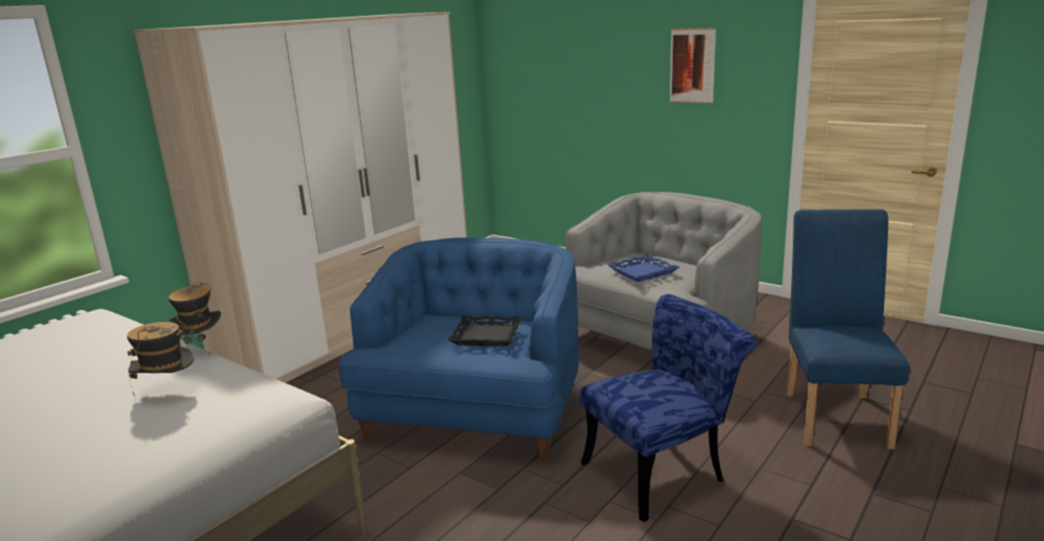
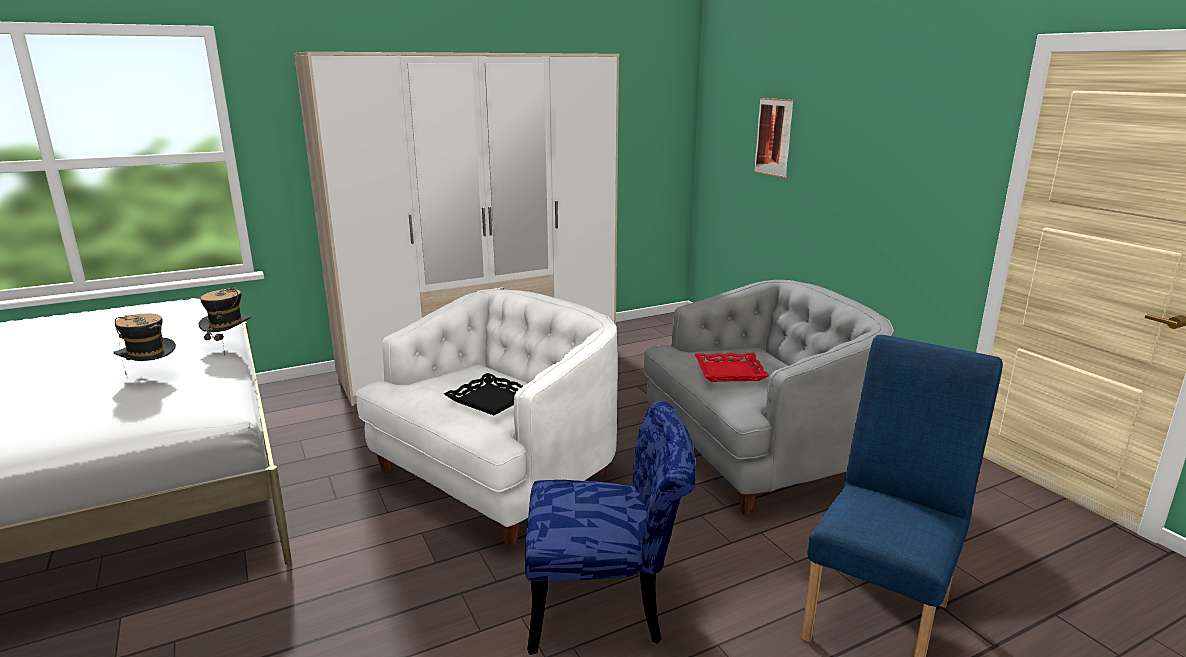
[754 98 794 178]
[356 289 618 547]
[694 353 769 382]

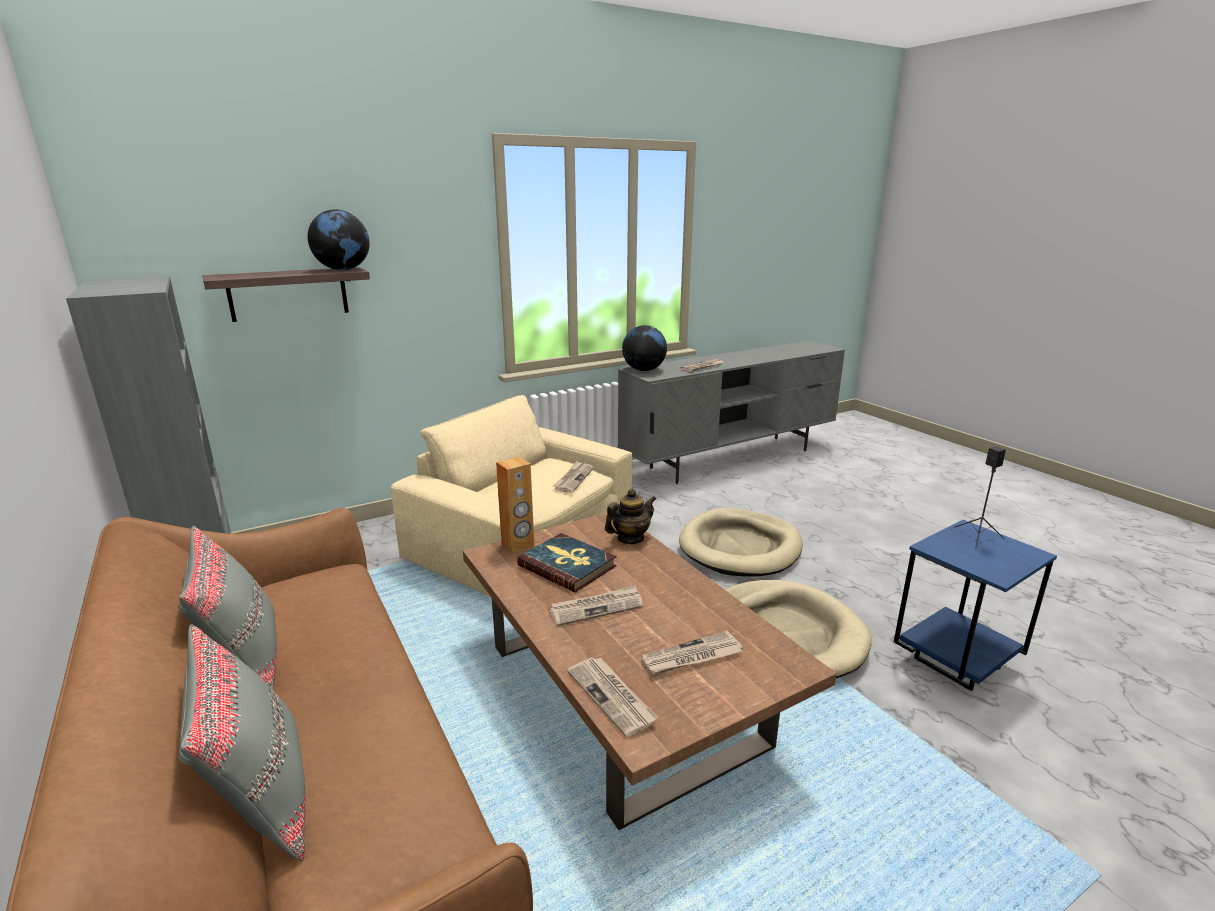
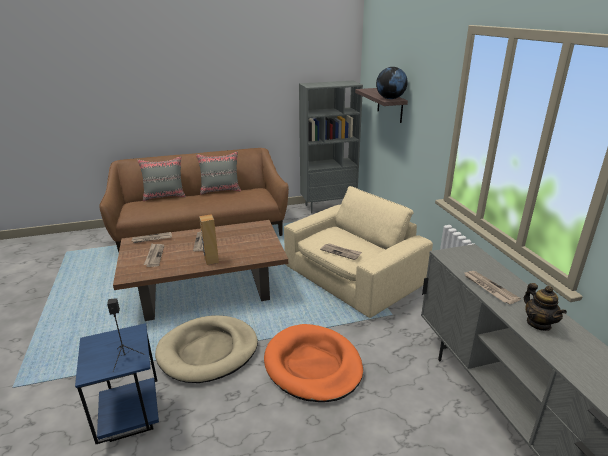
[517 533 617 592] (first image)
[622 325 667 371] (first image)
[199 214 219 265]
[524 283 567 331]
[264 324 363 402]

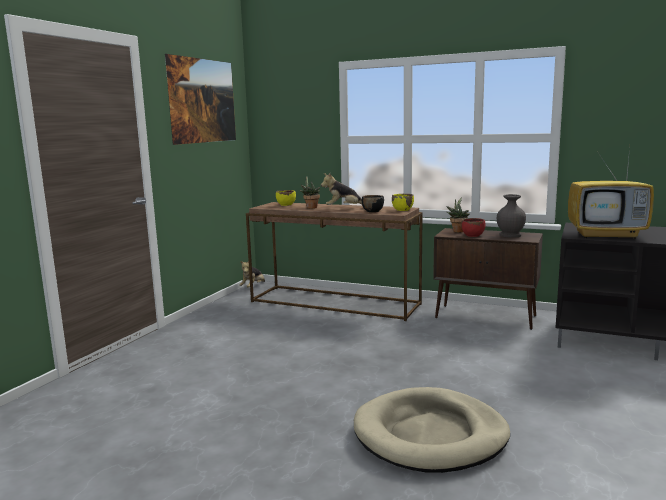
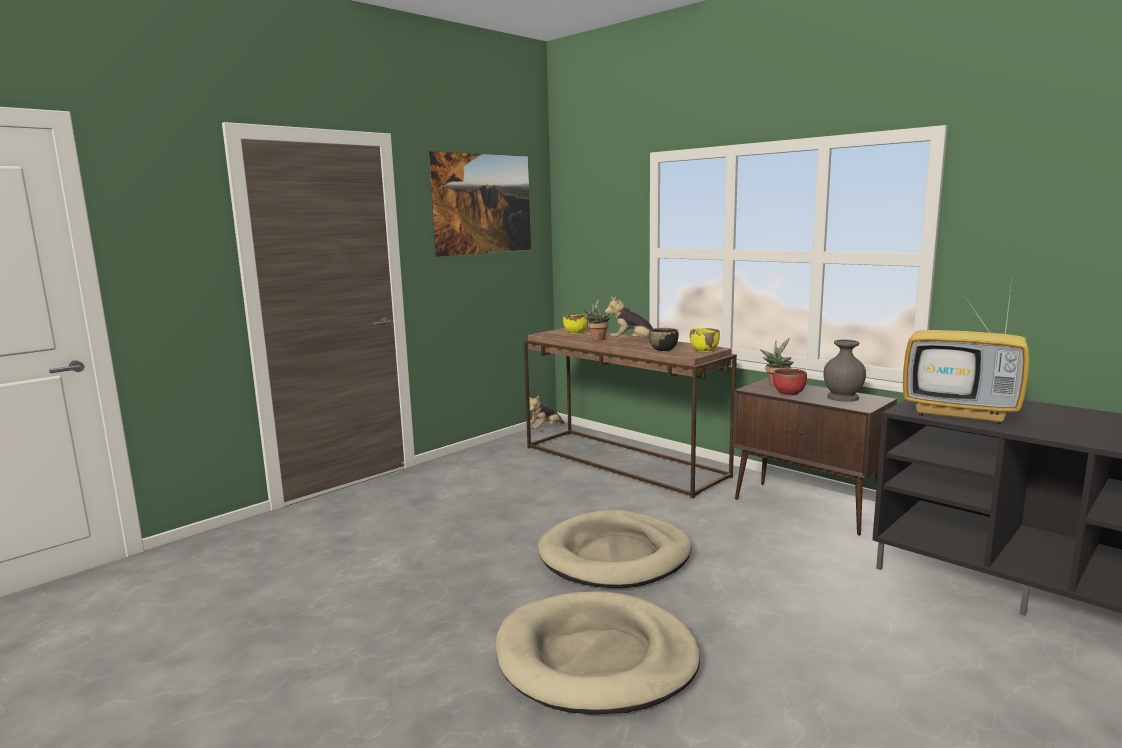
[538 510 692 588]

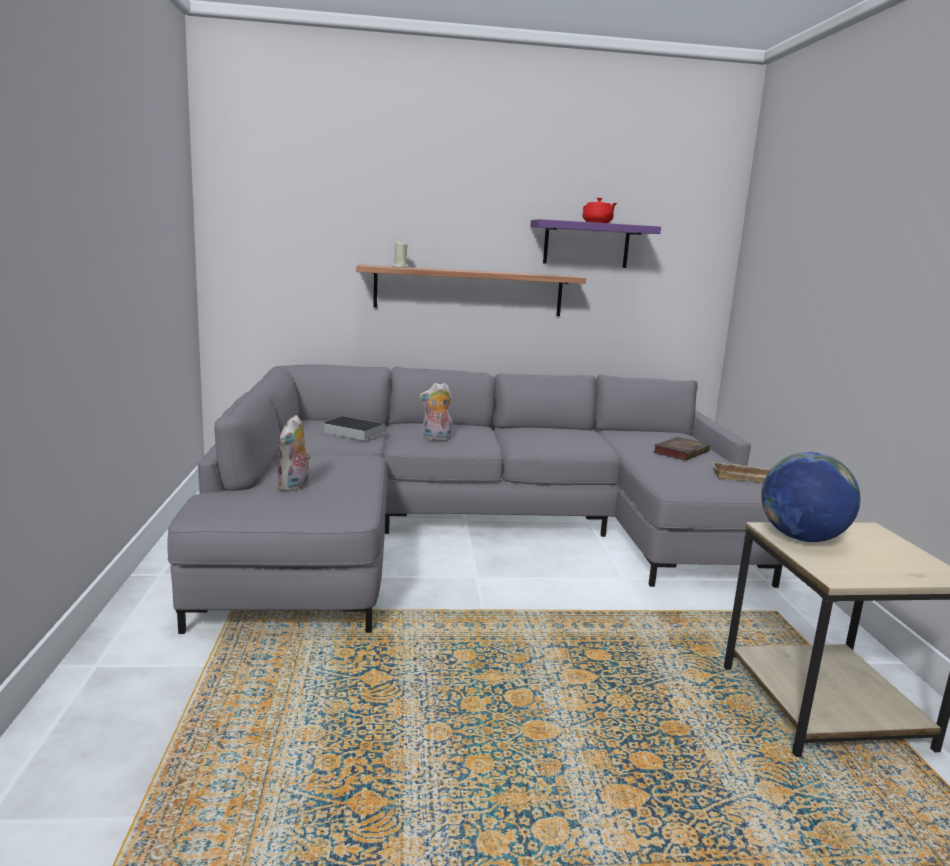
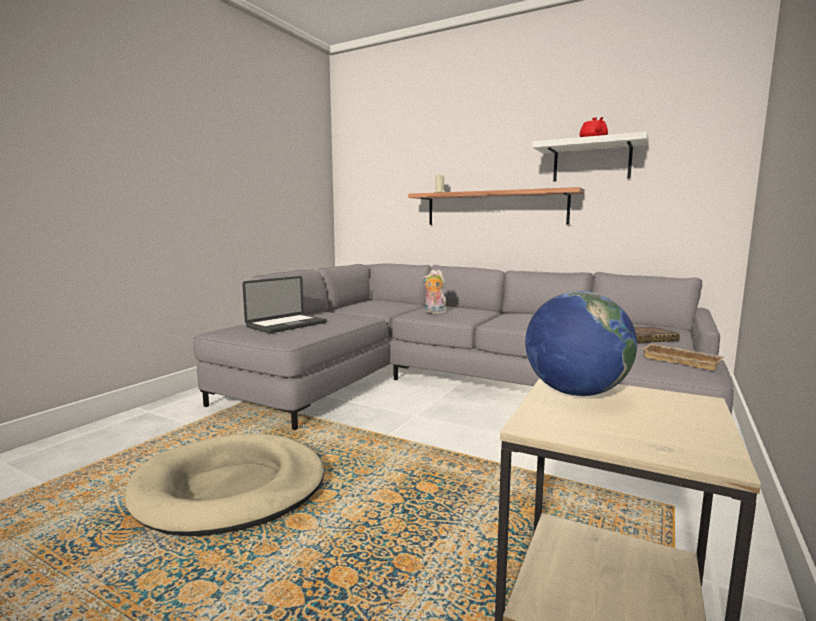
[323 416 385 440] (first image)
[125 433 324 536]
[242 276 327 333]
[532 131 649 182]

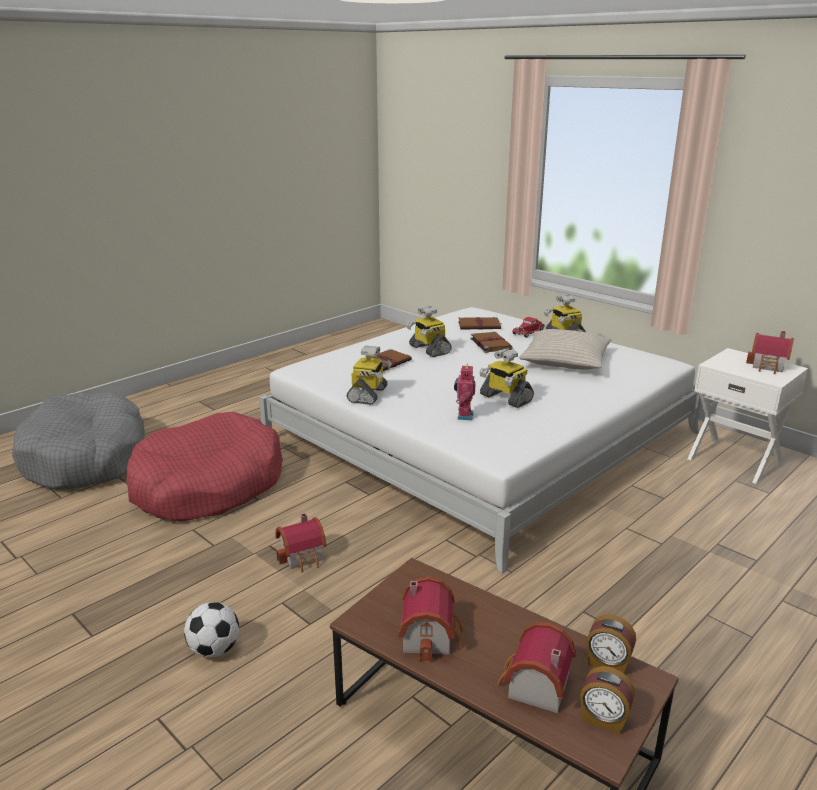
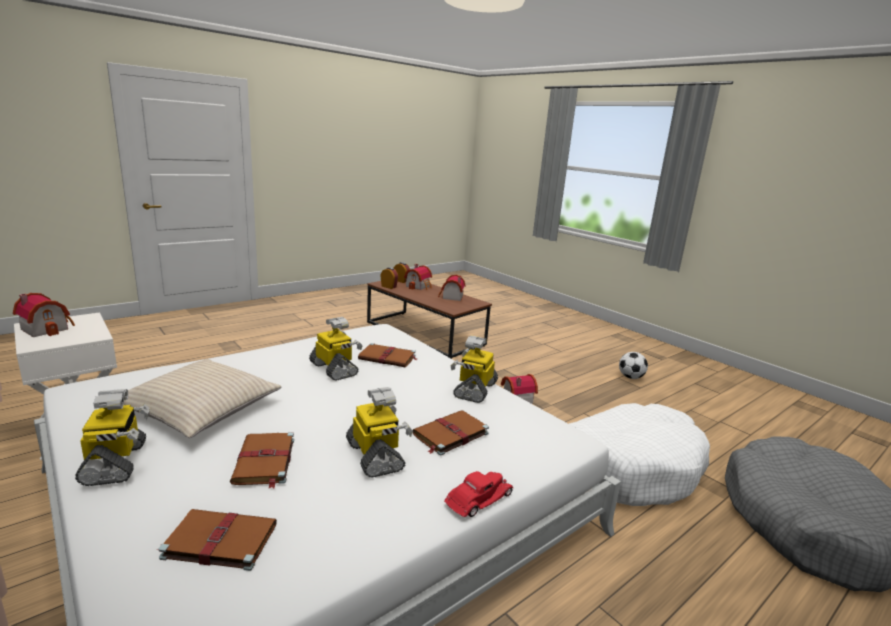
[619 352 648 379]
[444 471 514 517]
[358 343 417 367]
[569 403 710 506]

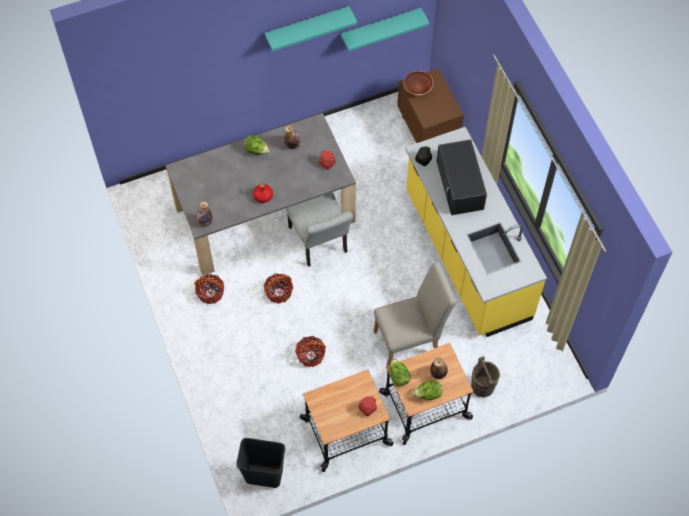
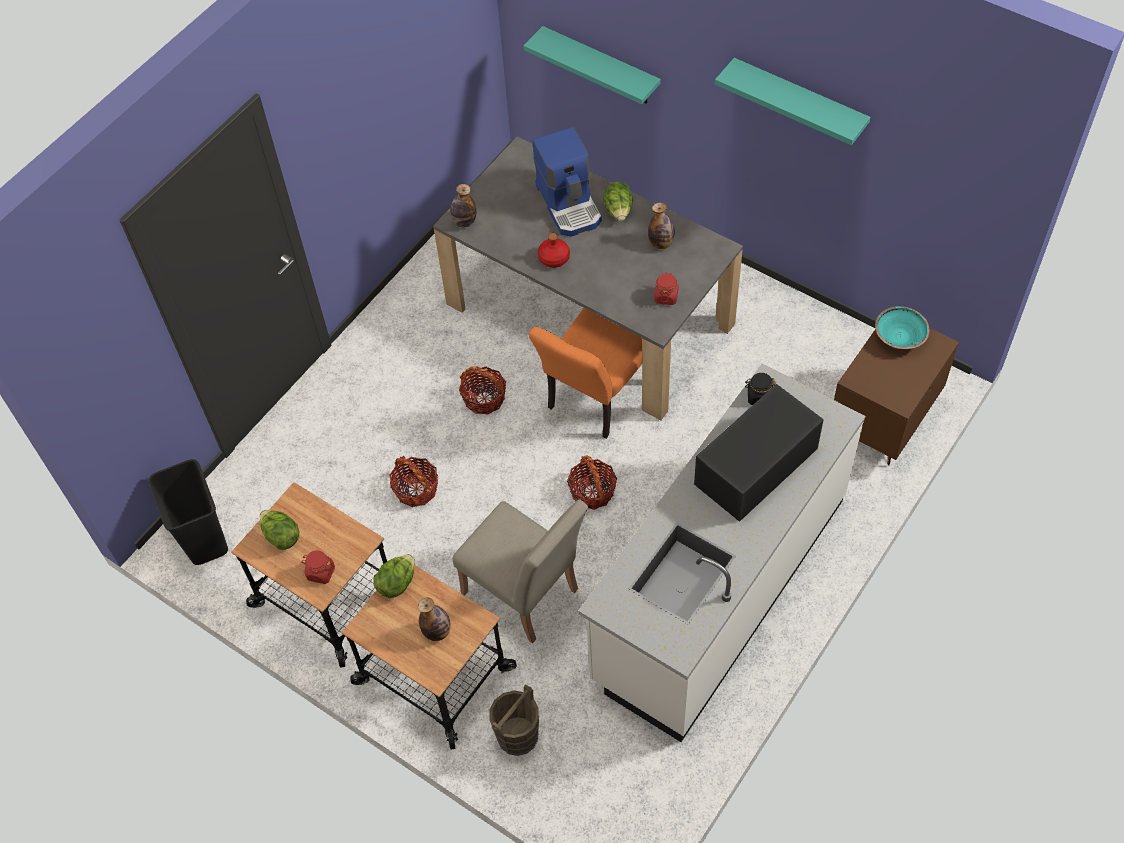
[533 127 602 237]
[567 456 617 510]
[523 26 661 104]
[260 510 299 550]
[528 308 643 439]
[875 306 929 349]
[578 363 865 742]

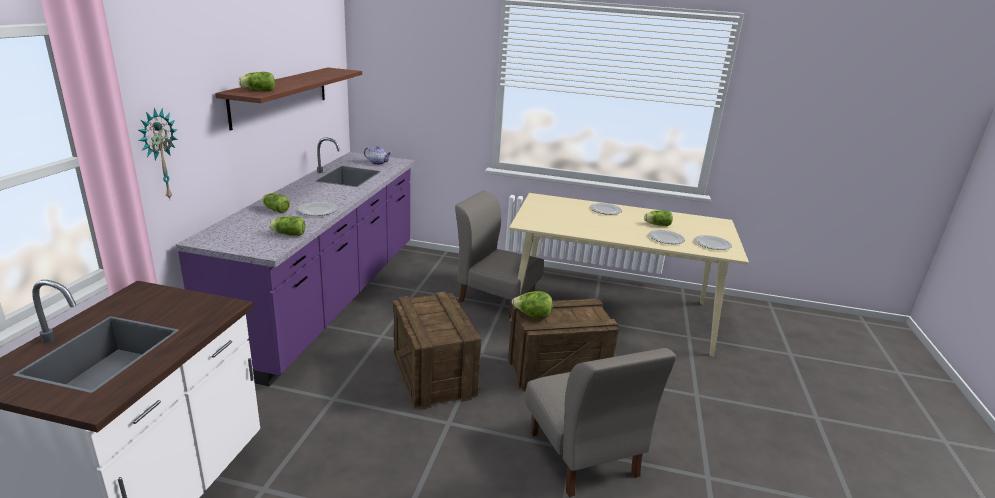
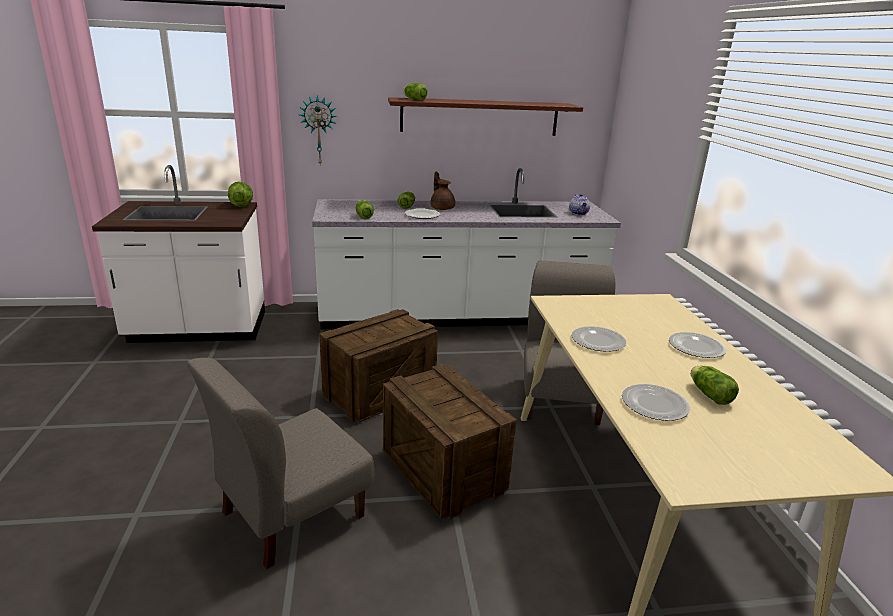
[430 171 455 210]
[228 182 253 207]
[571 326 626 352]
[312 168 621 329]

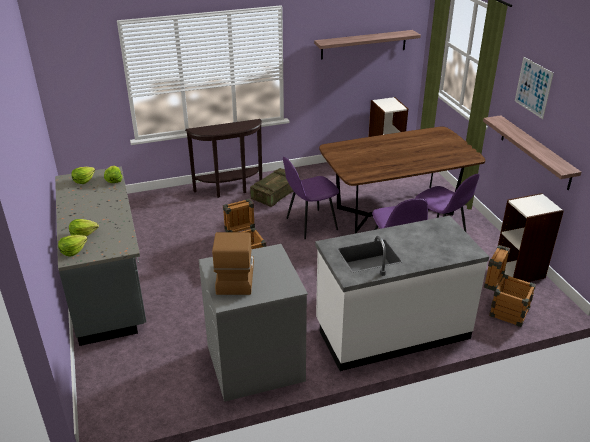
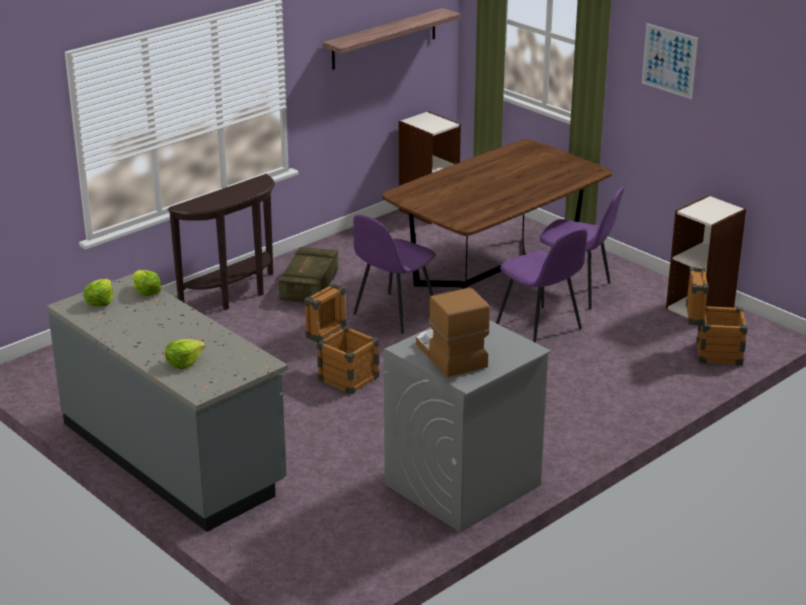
[58 235 88 257] (first image)
[315 216 489 371] (first image)
[483 115 581 190] (first image)

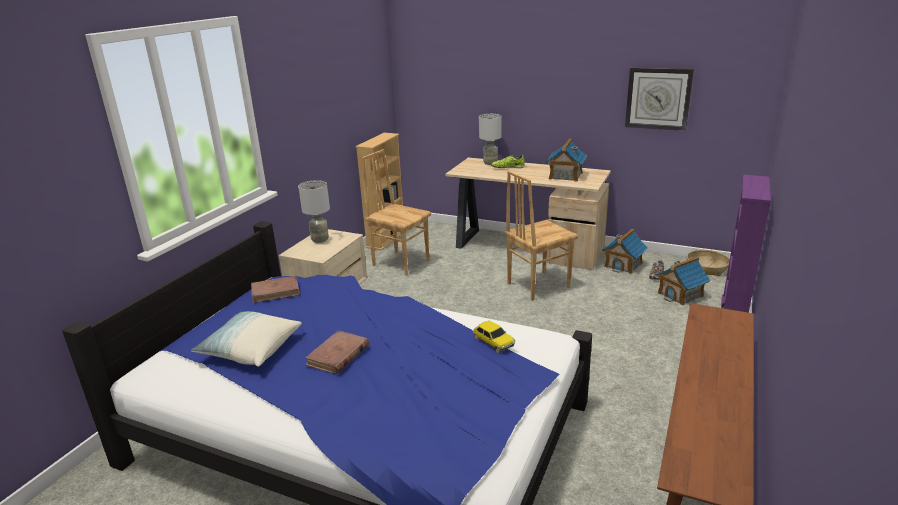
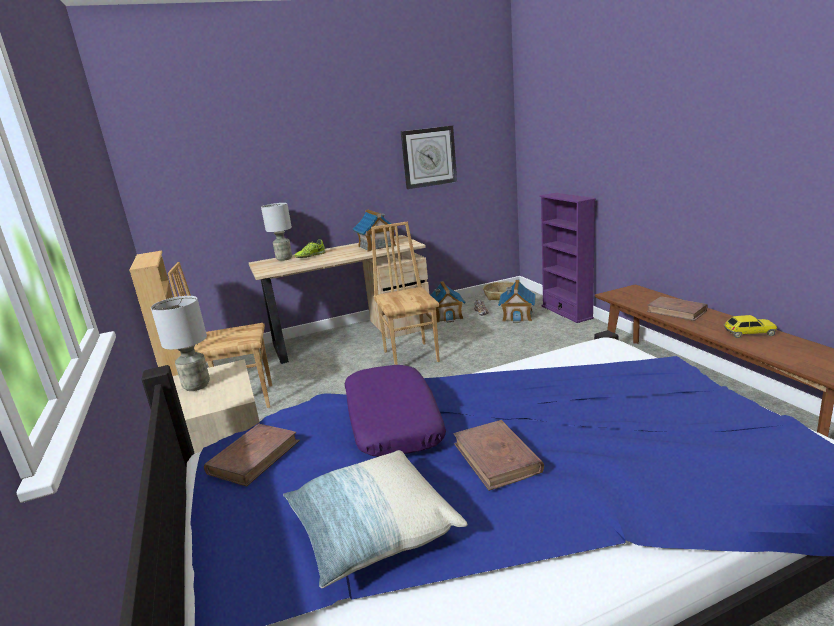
[345 365 446 456]
[647 296 708 321]
[724 315 777 338]
[371 222 440 365]

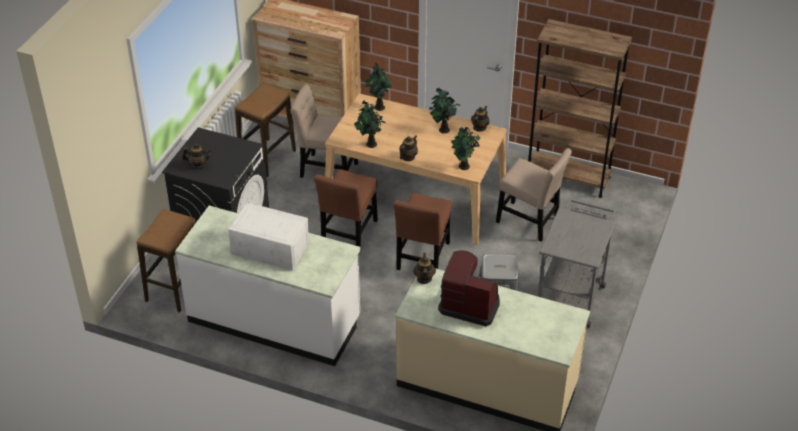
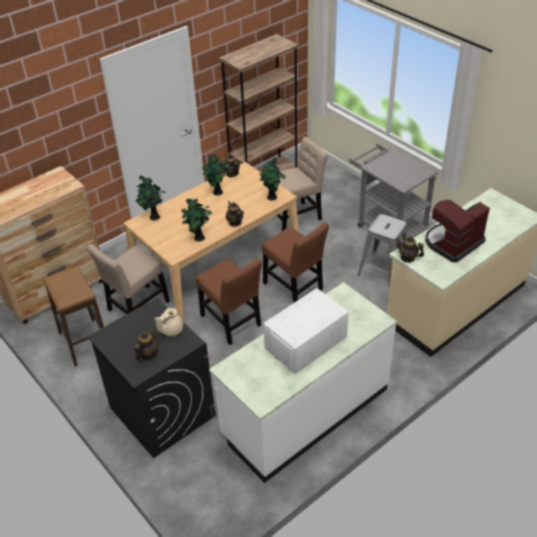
[137 209 196 313] (first image)
[155 308 183 336]

